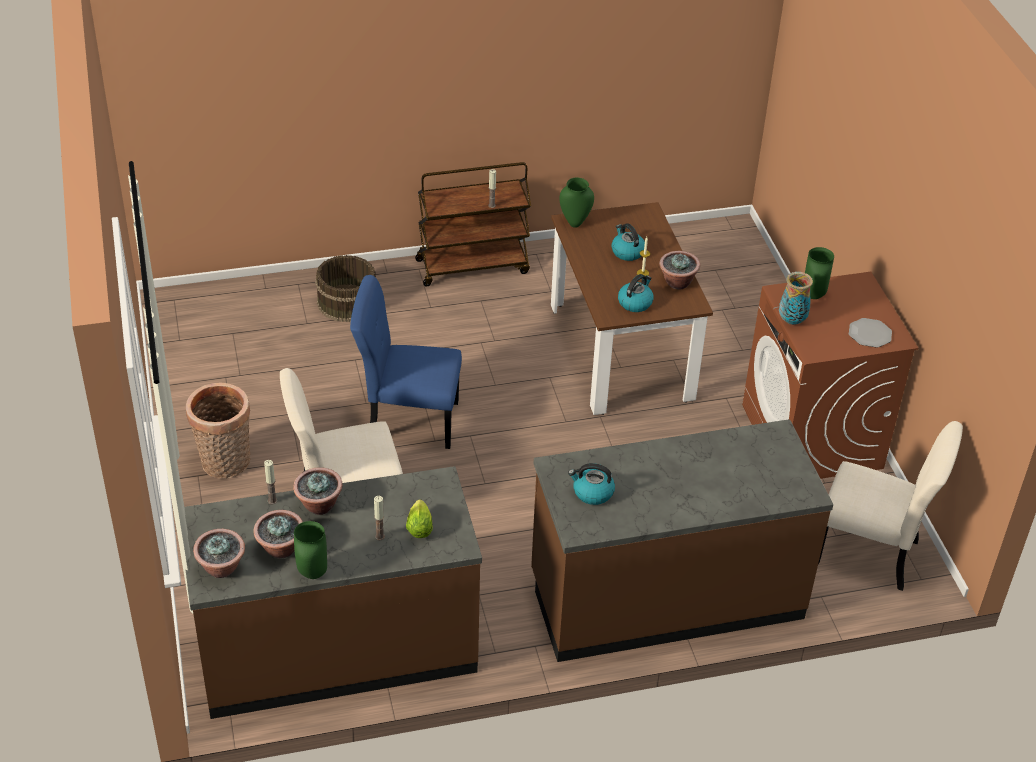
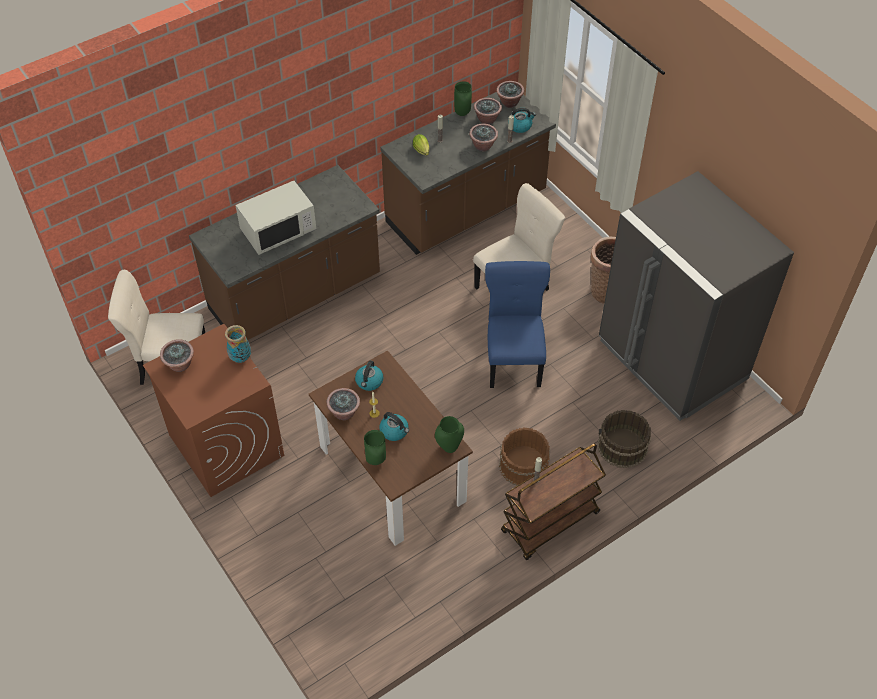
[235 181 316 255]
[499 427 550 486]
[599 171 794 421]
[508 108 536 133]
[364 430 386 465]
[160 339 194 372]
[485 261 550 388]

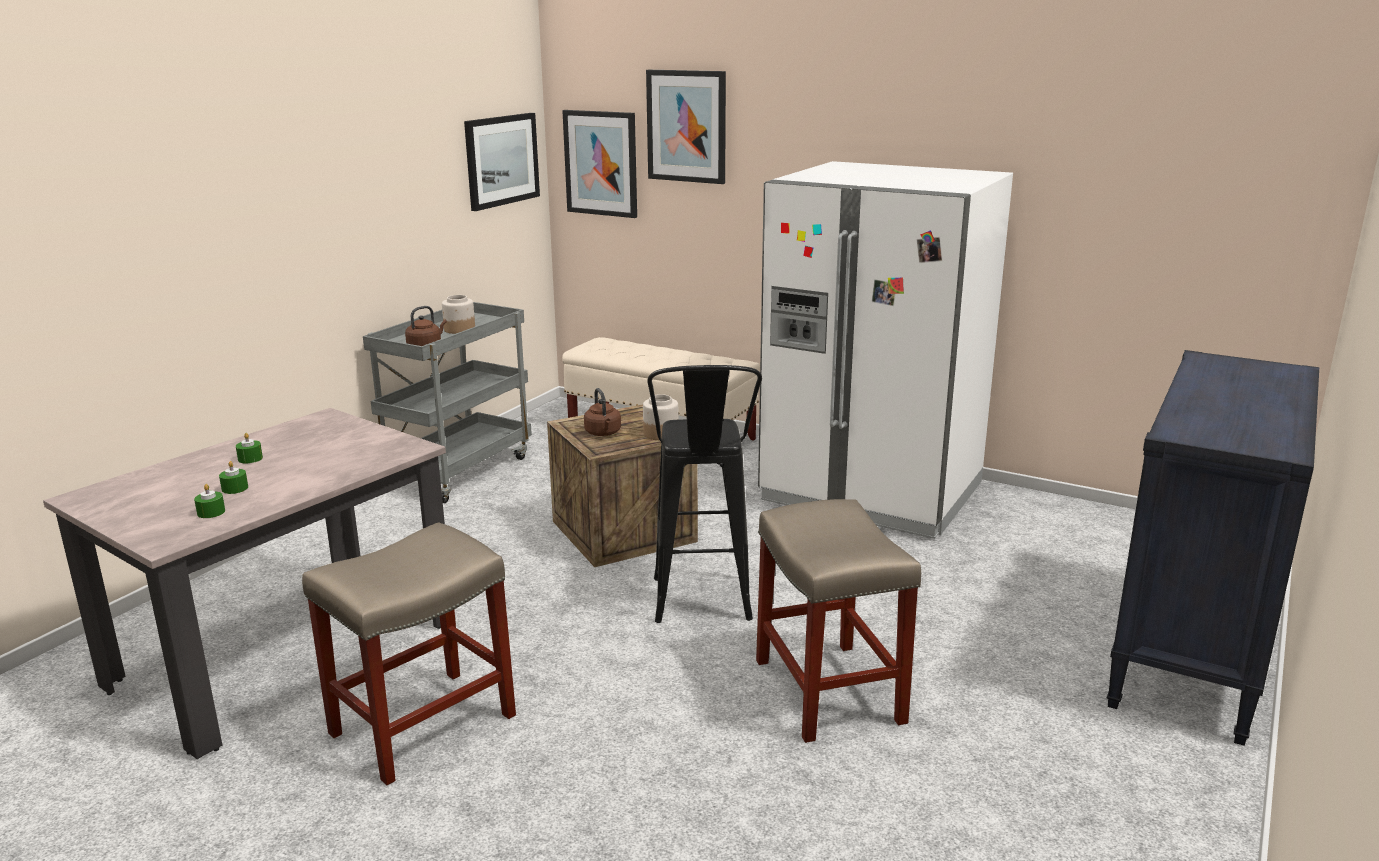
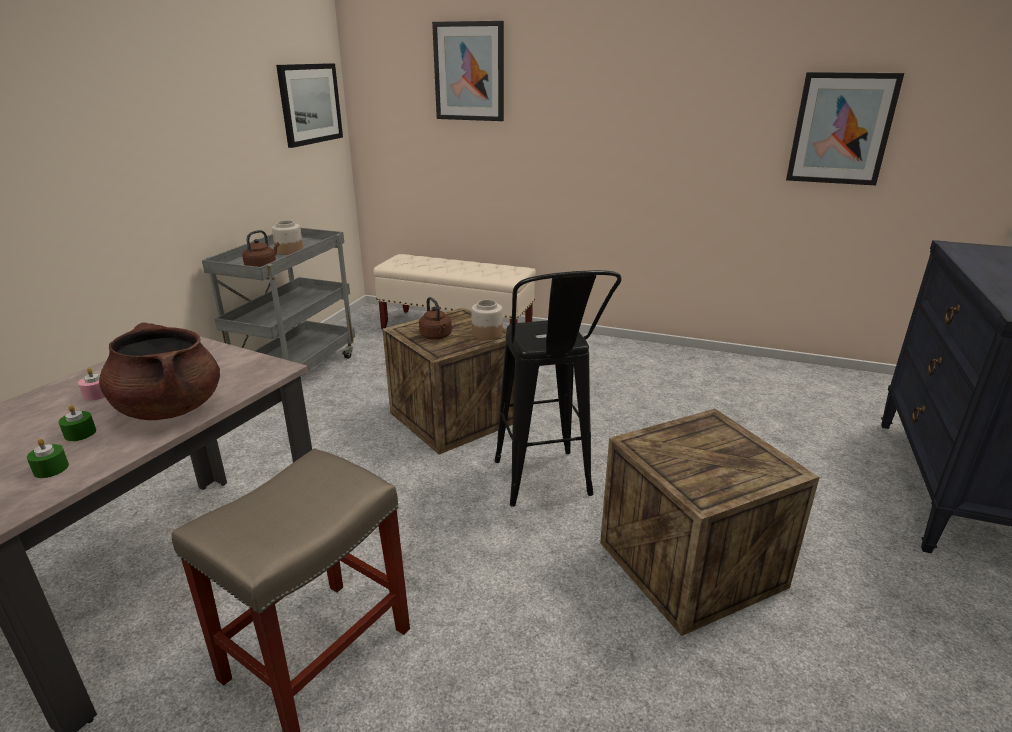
[758 161 1013 539] (first image)
[99 322 220 420]
[786 72 904 186]
[600 409 820 636]
[78 368 105 401]

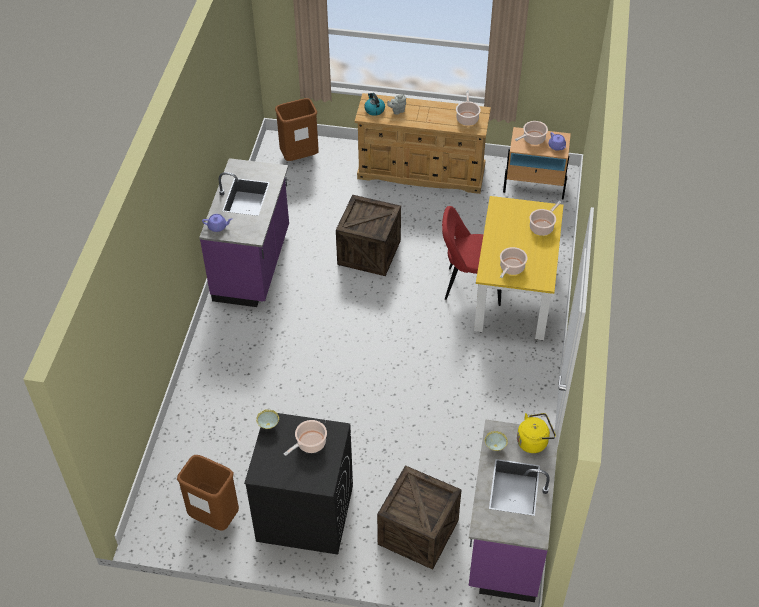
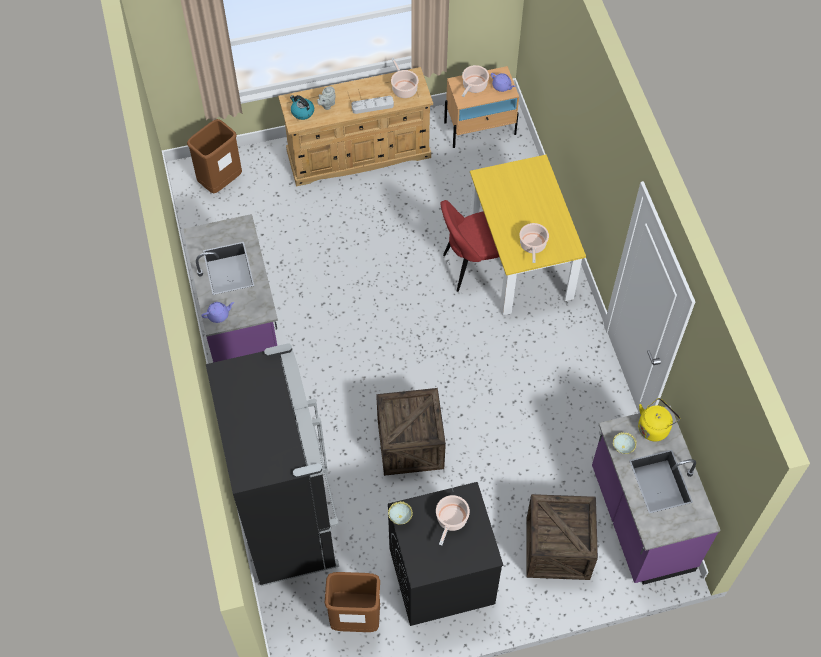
[529 201 561 236] (first image)
[206 343 339 586]
[352 96 394 114]
[376 388 446 476]

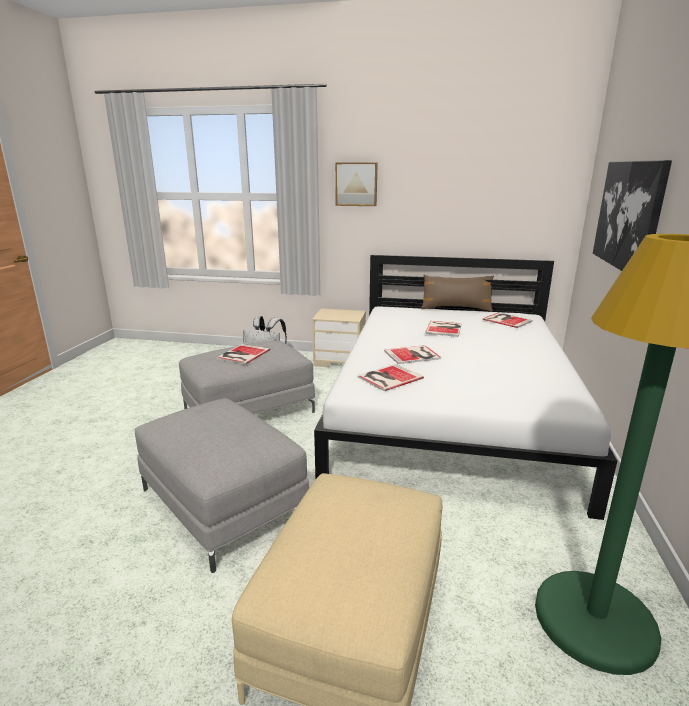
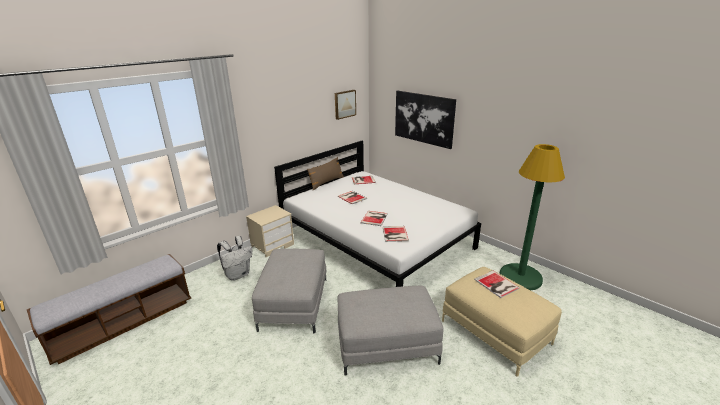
[27 254 191 365]
[474 270 520 298]
[335 90 356 120]

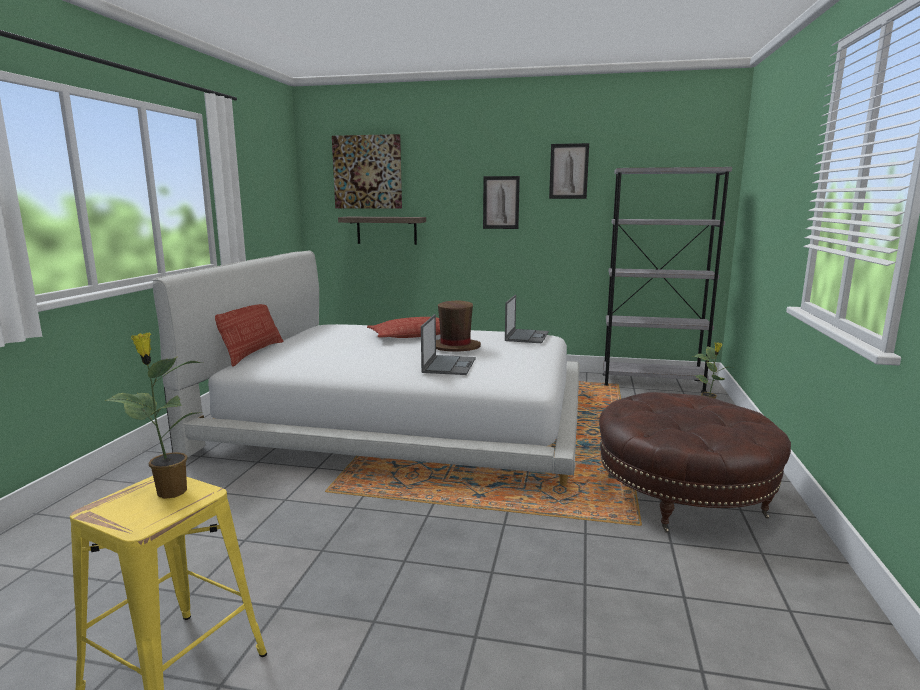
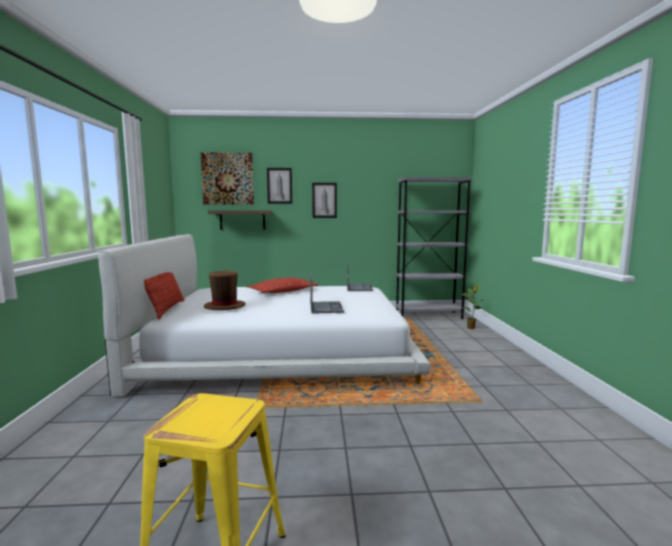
[105 333 203 499] (first image)
[599 392 791 533] (first image)
[204 270 245 310]
[267 168 292 204]

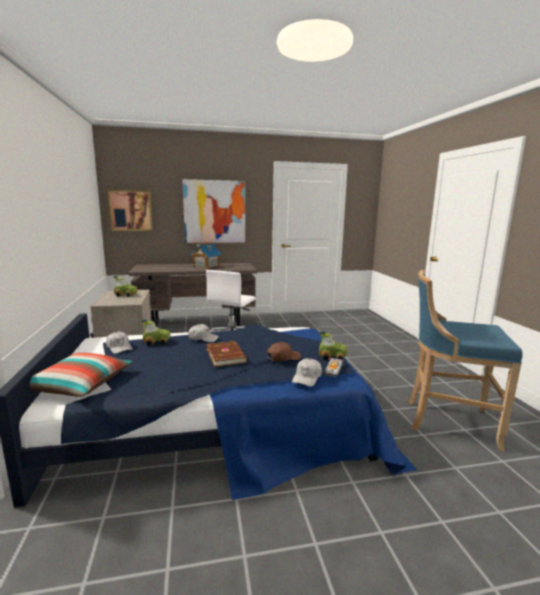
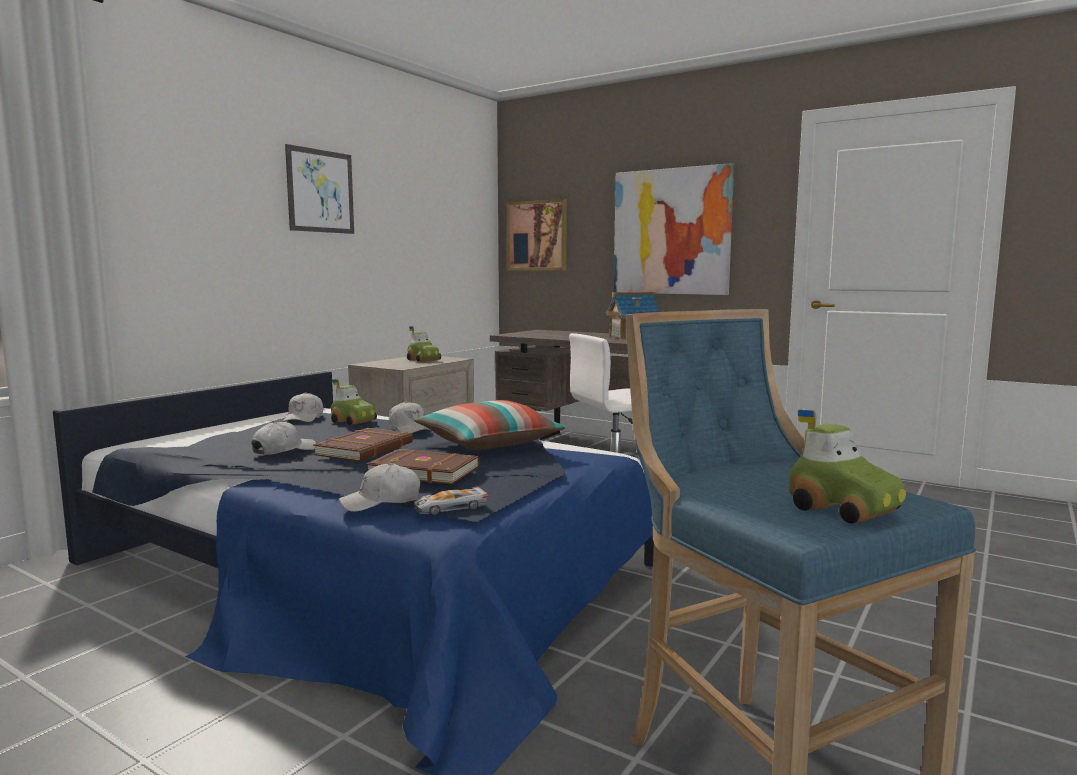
[252 422 316 455]
[285 144 354 234]
[414 400 566 450]
[789 409 906 523]
[366 449 480 484]

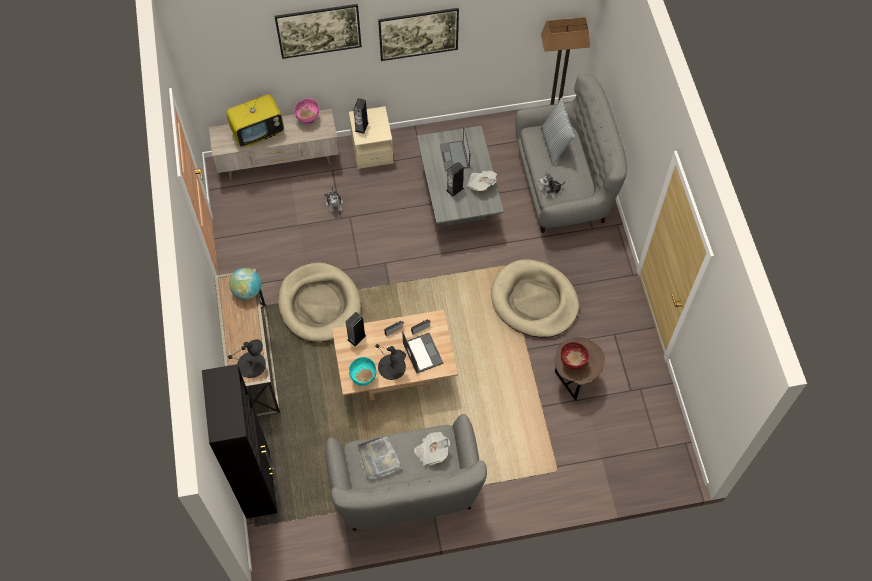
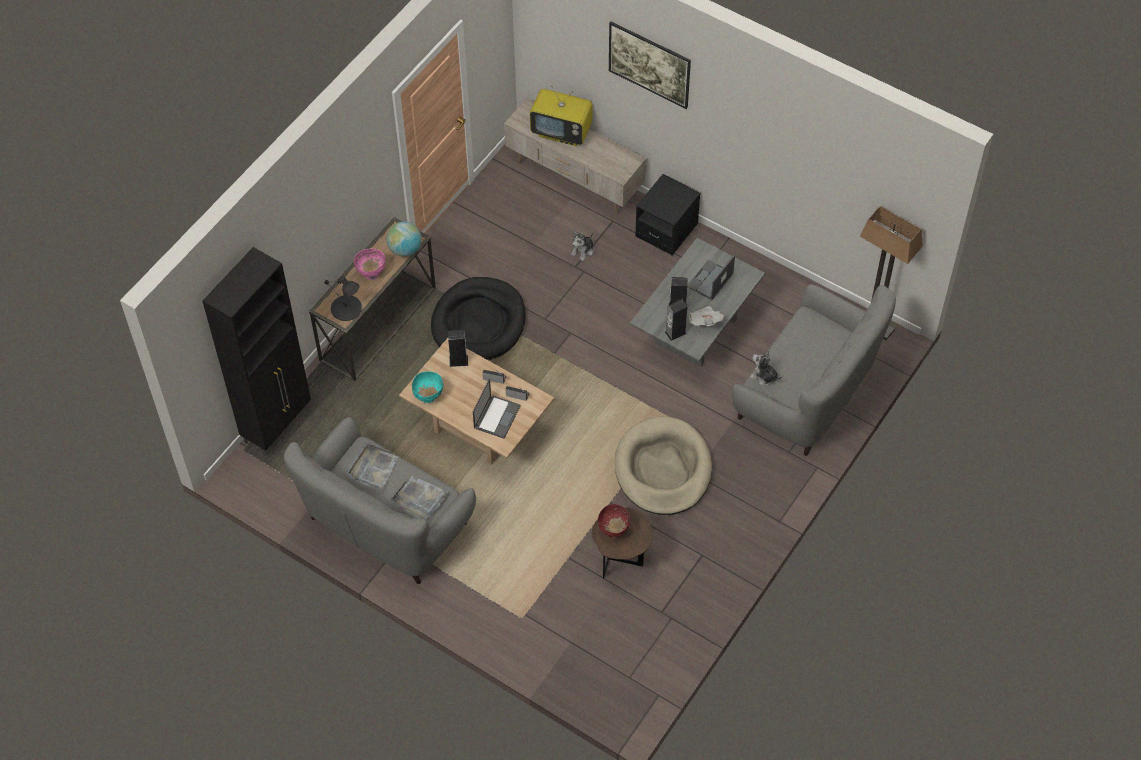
[375 344 406 380] (first image)
[378 8 459 61] (first image)
[541 97 575 166] (first image)
[354 249 385 280]
[665 299 687 341]
[391 476 449 519]
[431 277 526 360]
[635 174 700 255]

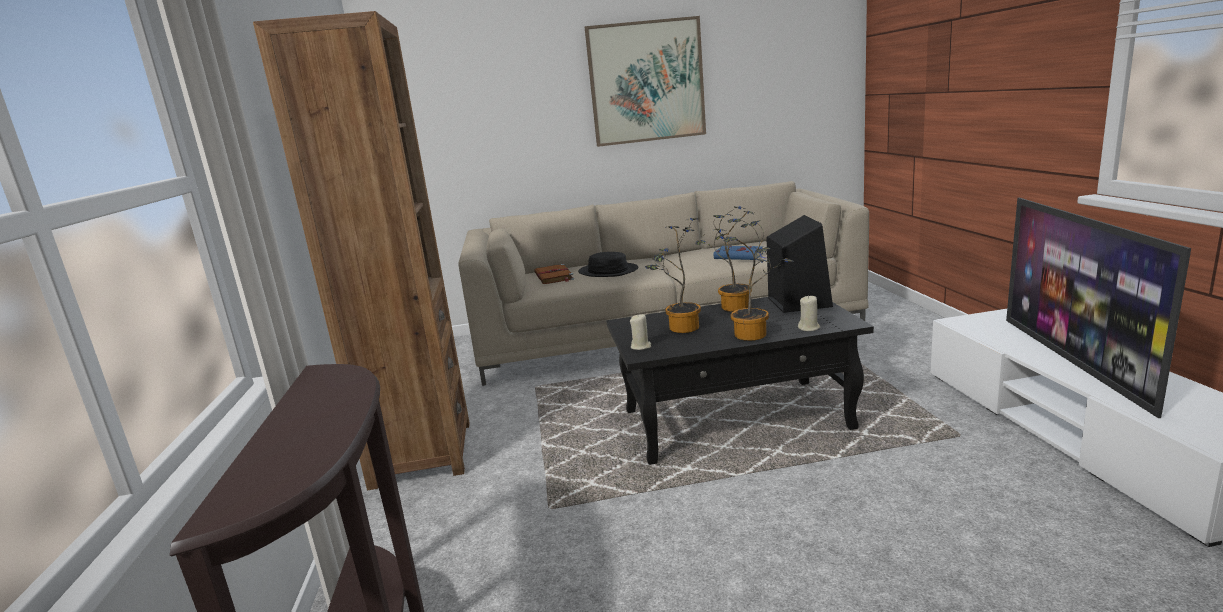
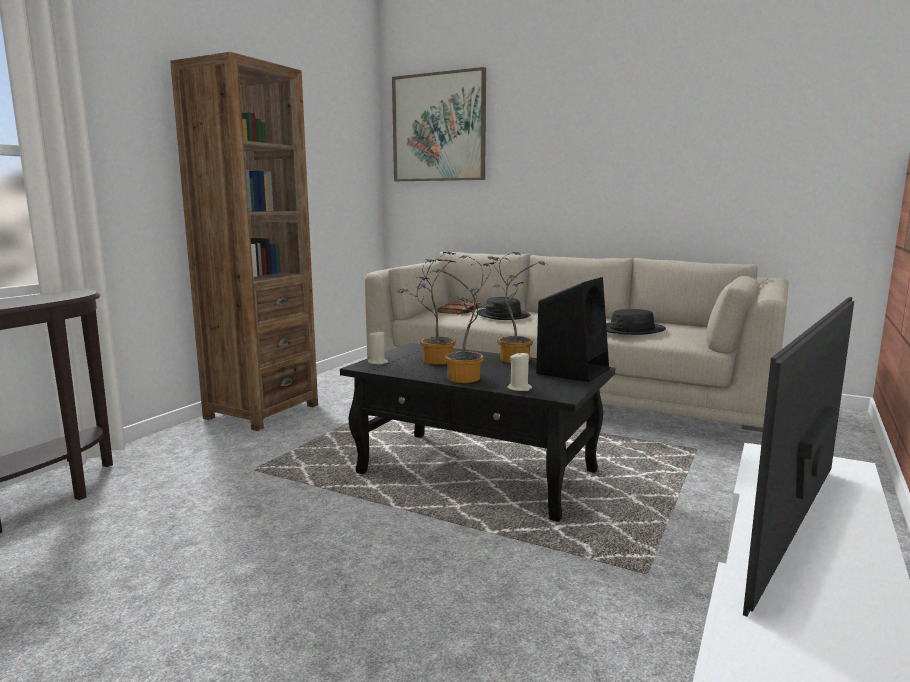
[392 67 486 181]
[606 309 666 335]

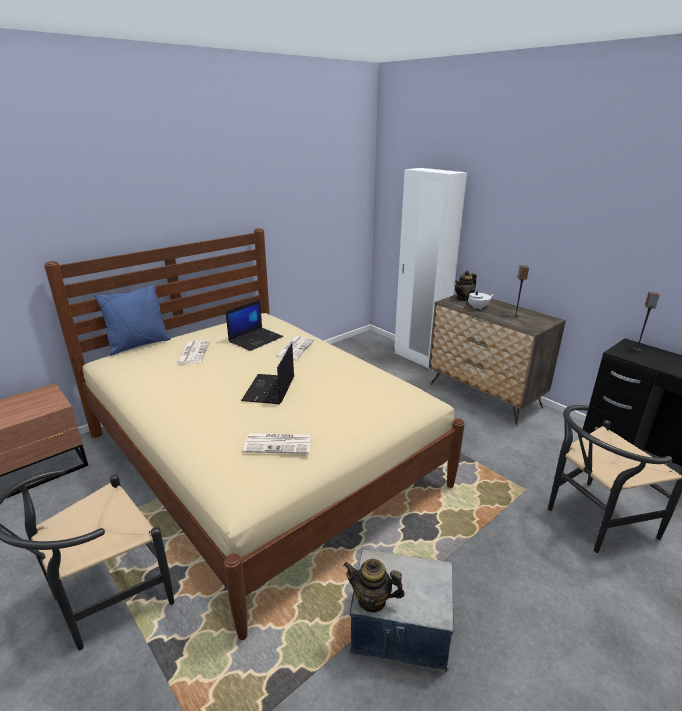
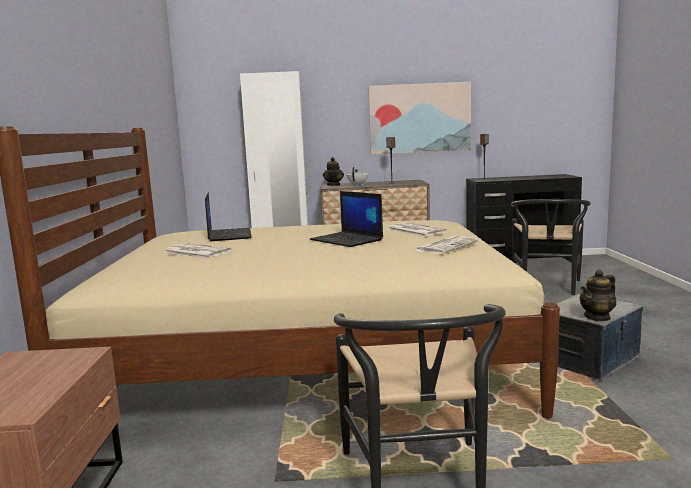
[94 284 171 356] (first image)
[368 82 471 155]
[388 222 447 237]

